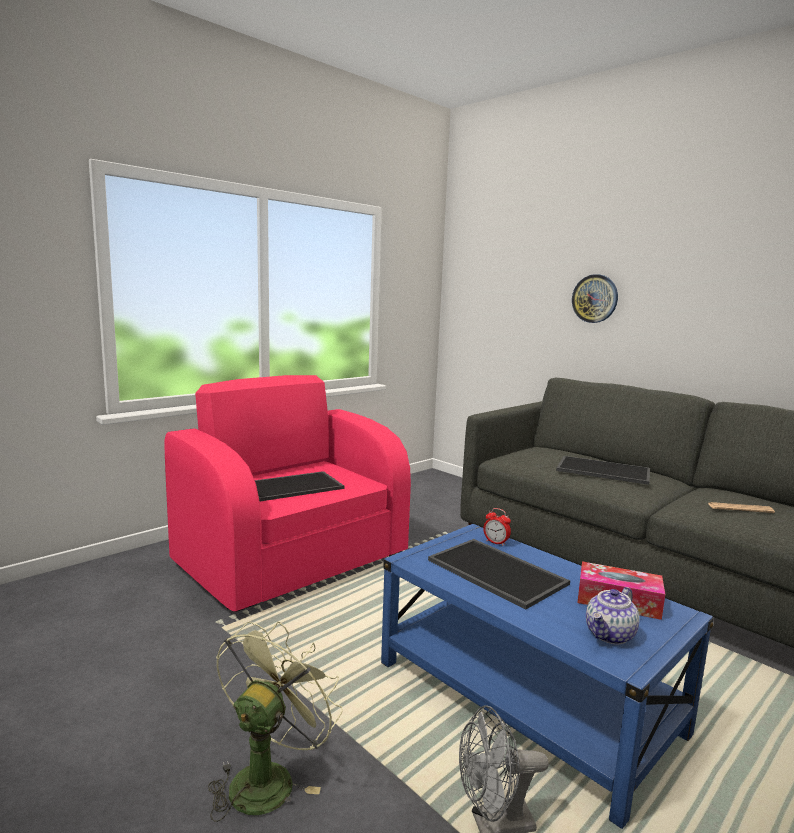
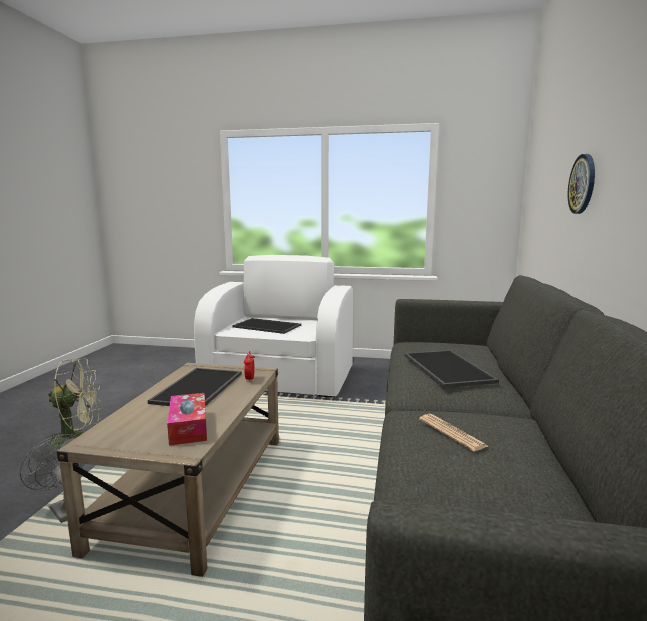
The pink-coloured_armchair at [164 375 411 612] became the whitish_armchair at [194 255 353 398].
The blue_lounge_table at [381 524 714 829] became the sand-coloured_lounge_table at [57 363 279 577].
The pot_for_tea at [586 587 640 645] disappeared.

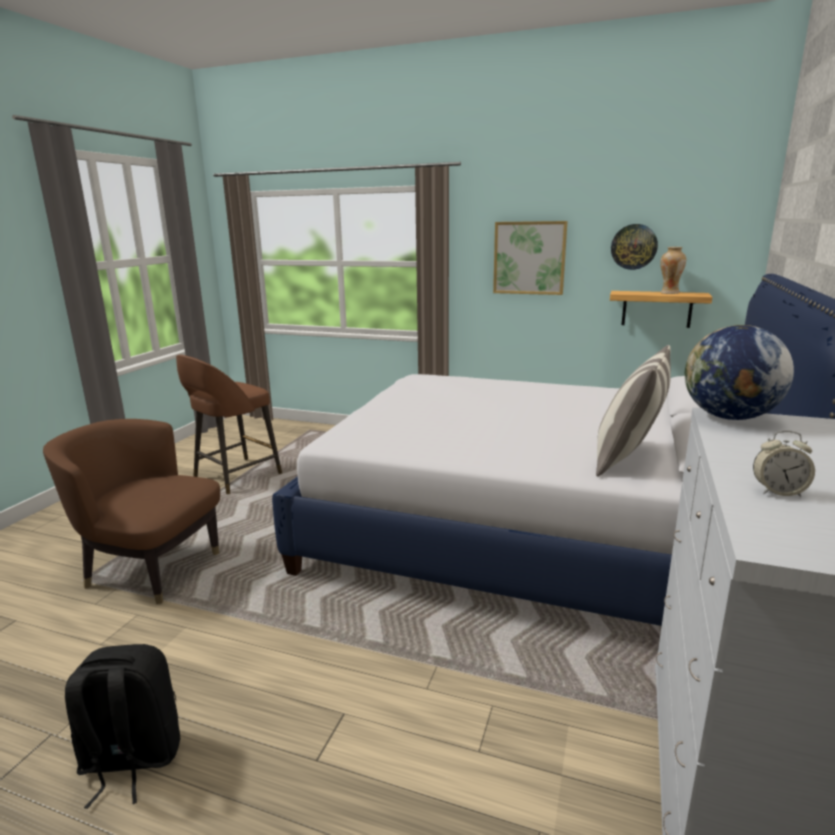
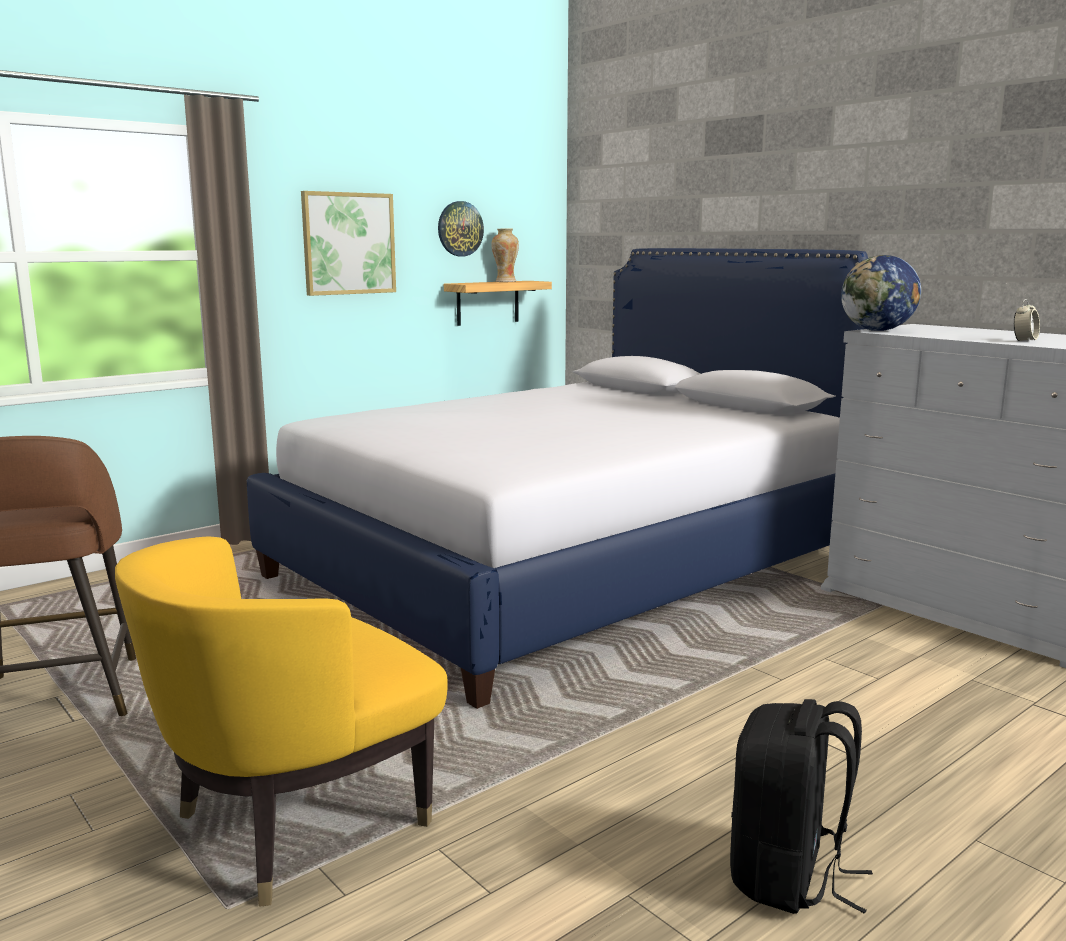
The pillow at [596 345 671 476] disappeared.
The brownish_armchair at [43 419 220 604] became the yellow_armchair at [115 536 448 907].

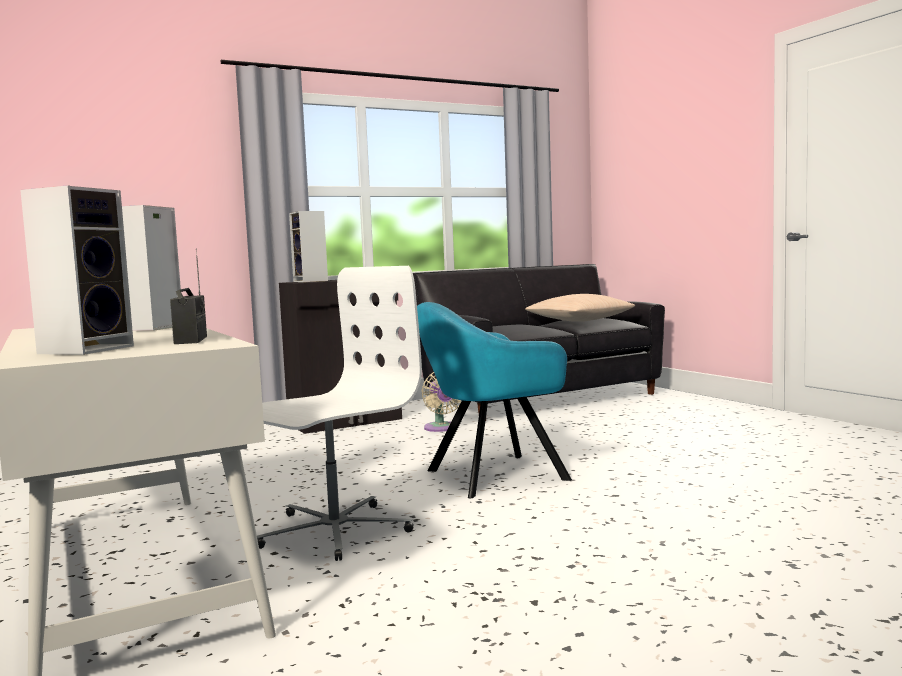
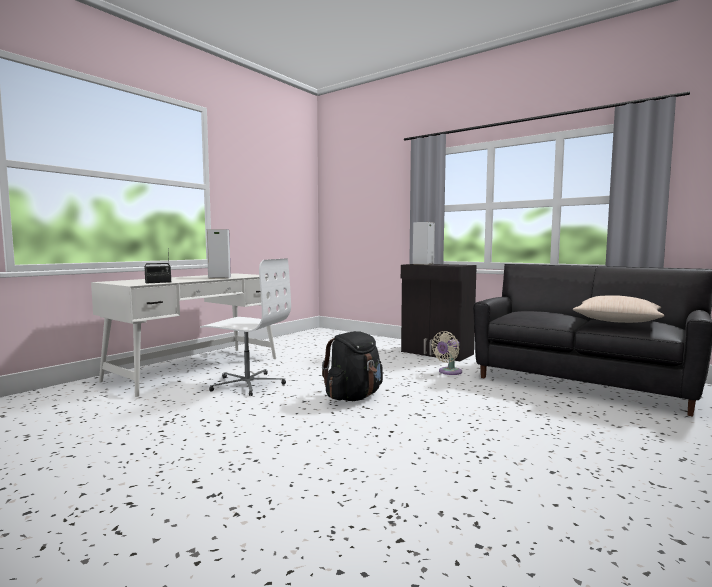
The loudspeaker at [20 185 134 355] disappeared.
The turquoise_armchair at [417 302 572 498] was replaced by the black_knapsack at [322 331 383 401].

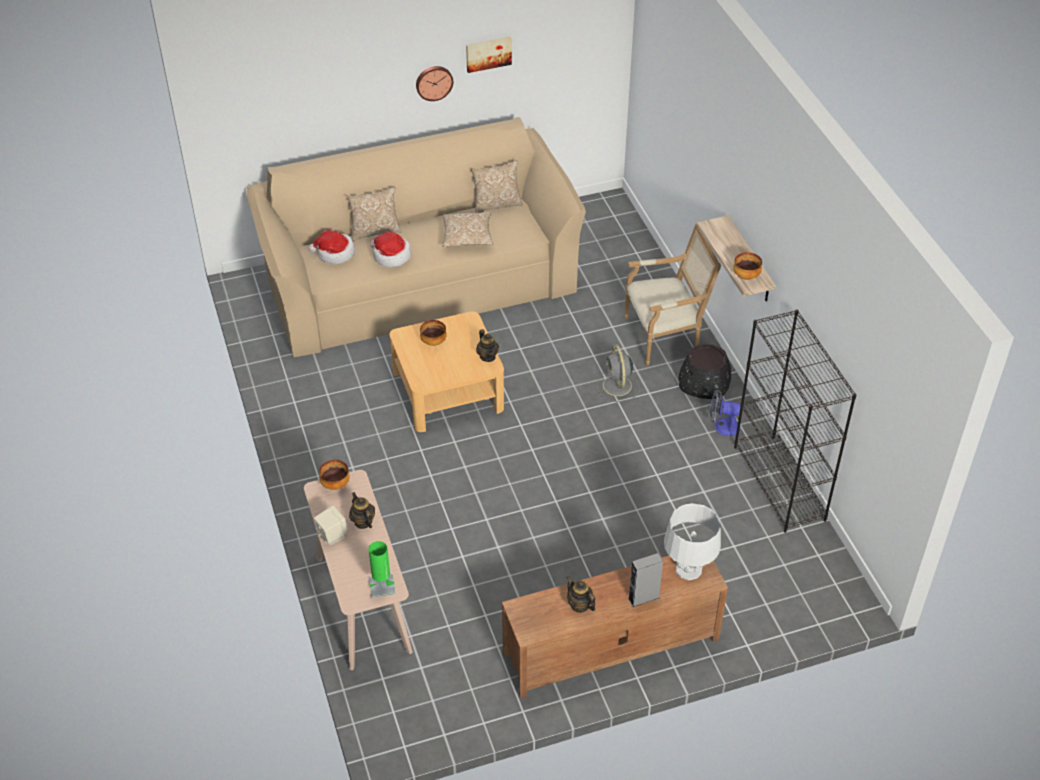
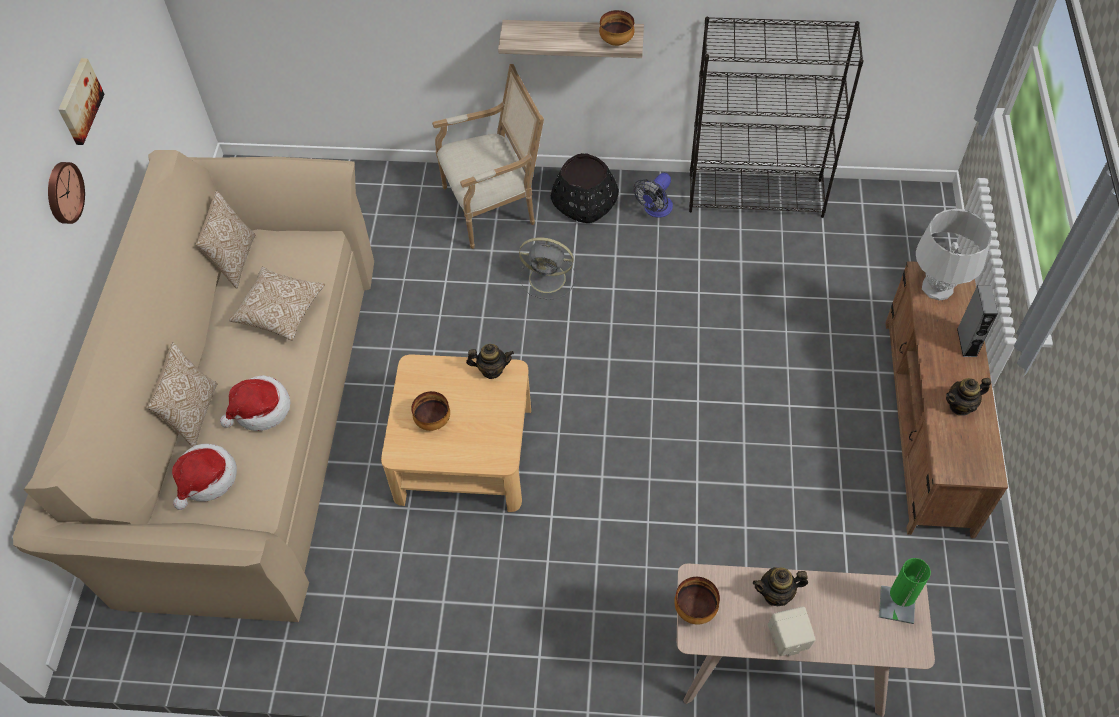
The armchair at [625 224 721 366] turned 60 degrees clockwise.

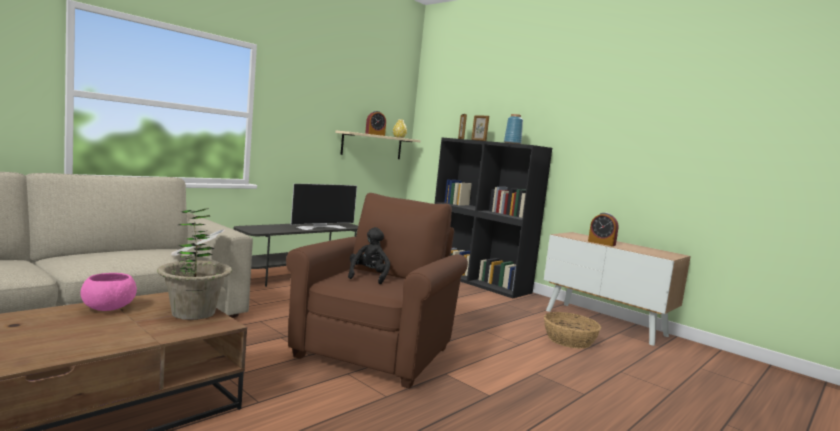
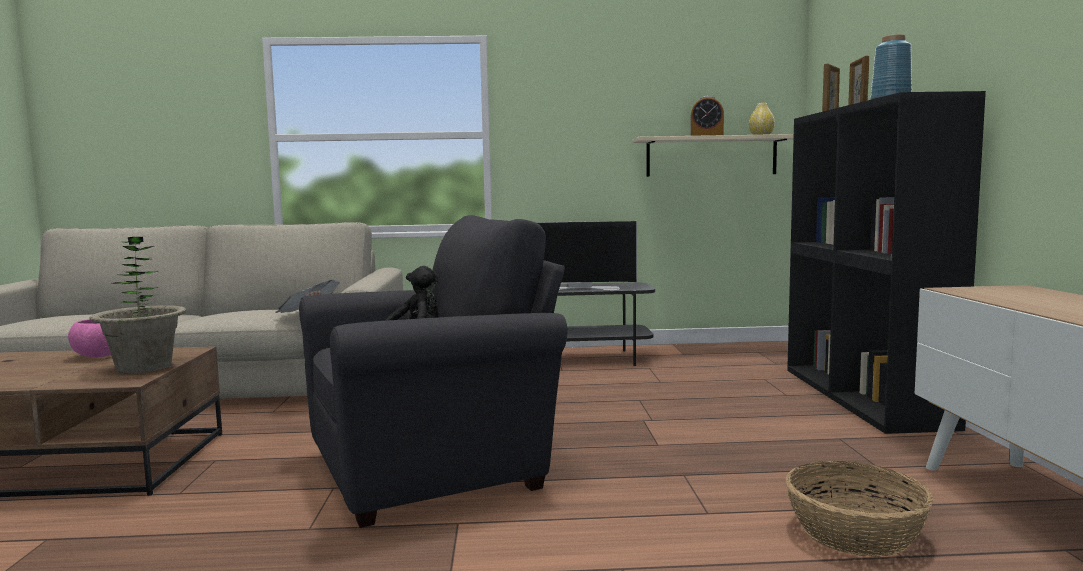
The brownish_armchair at [286 193 468 389] became the grey_armchair at [299 215 567 528].
The alarm_clock at [588 213 619 246] disappeared.

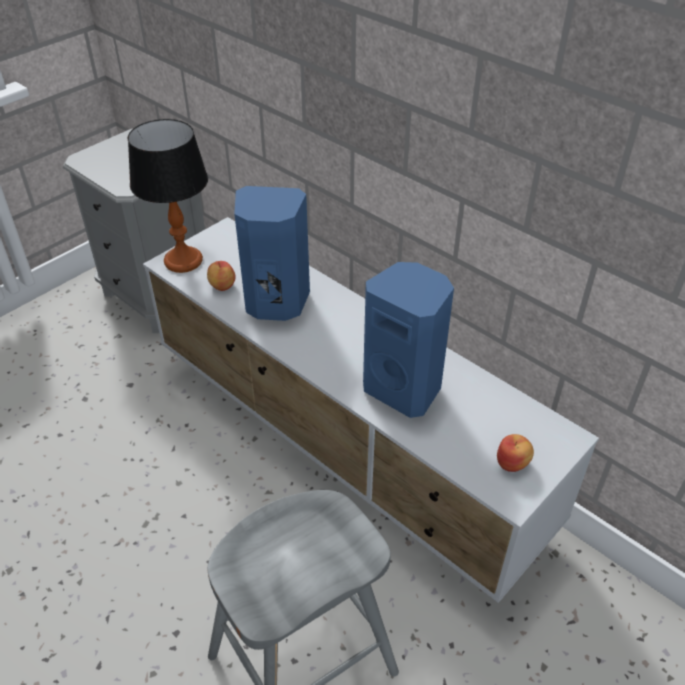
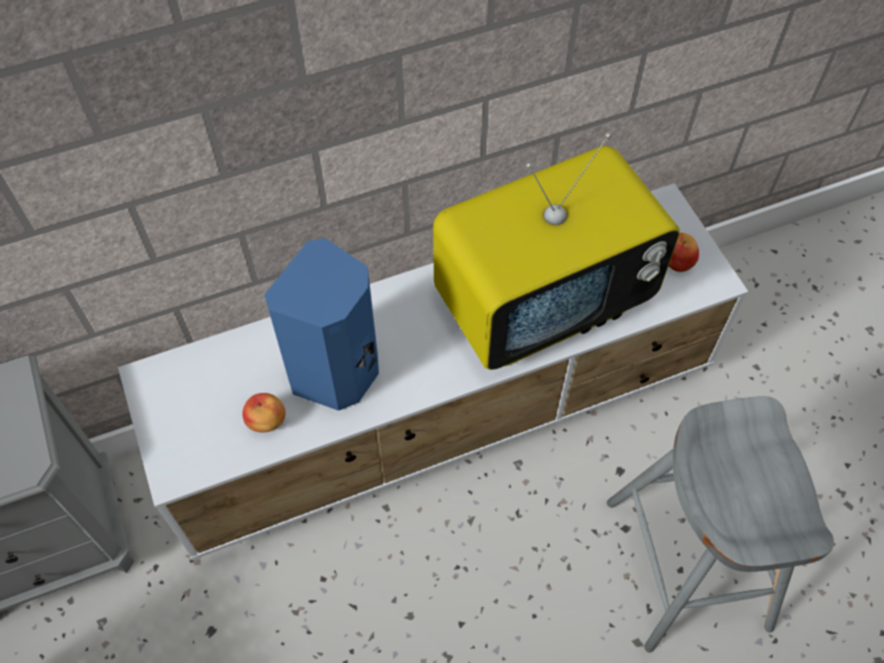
The table_lamp at [128 119 208 273] disappeared.
The blue_loudspeaker at [363 262 454 418] was replaced by the TV at [433 133 680 370].

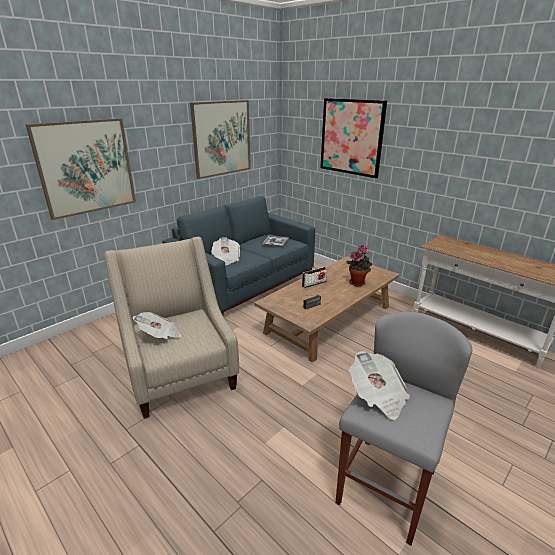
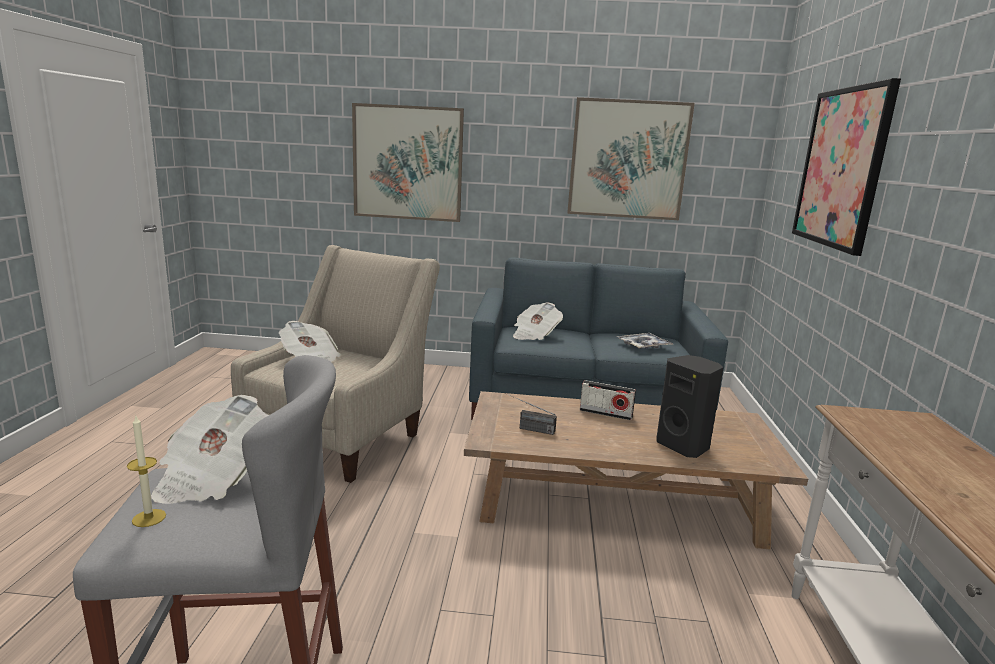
The plant_in_a_pot at [346 245 372 286] was replaced by the black_loudspeaker at [656 355 723 458].
The wax_light at [127 416 166 527] appeared.

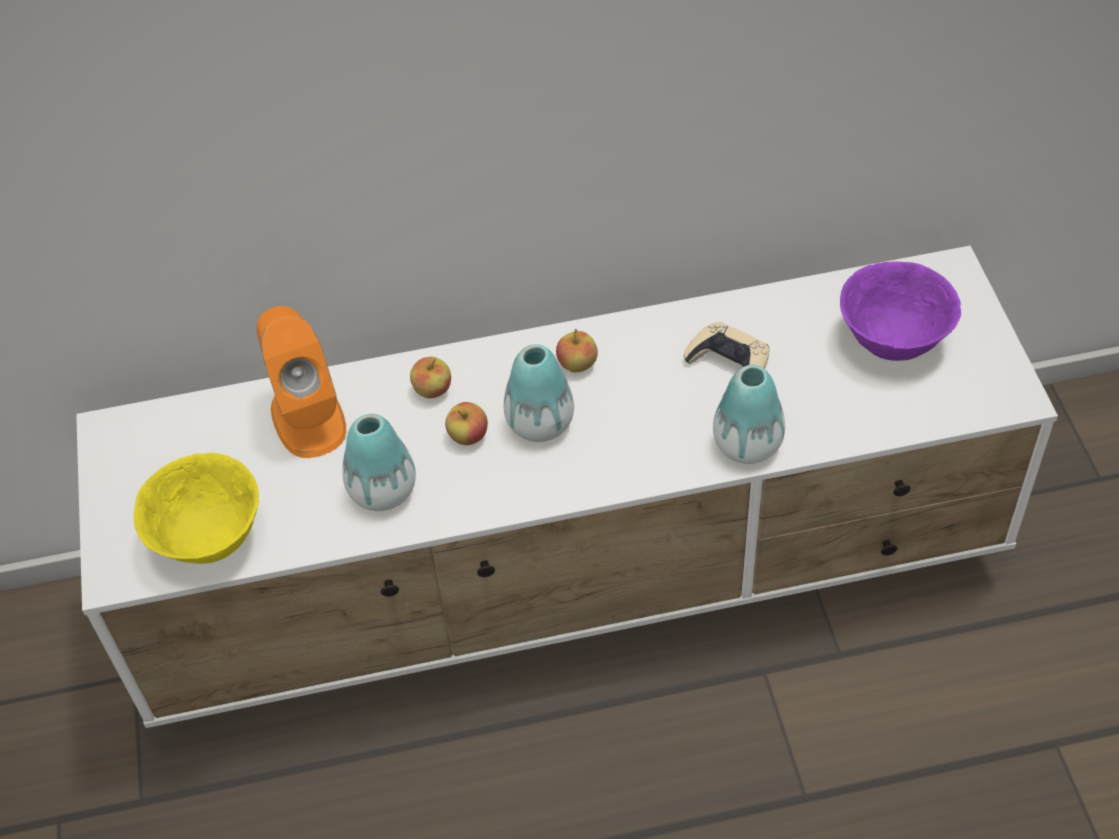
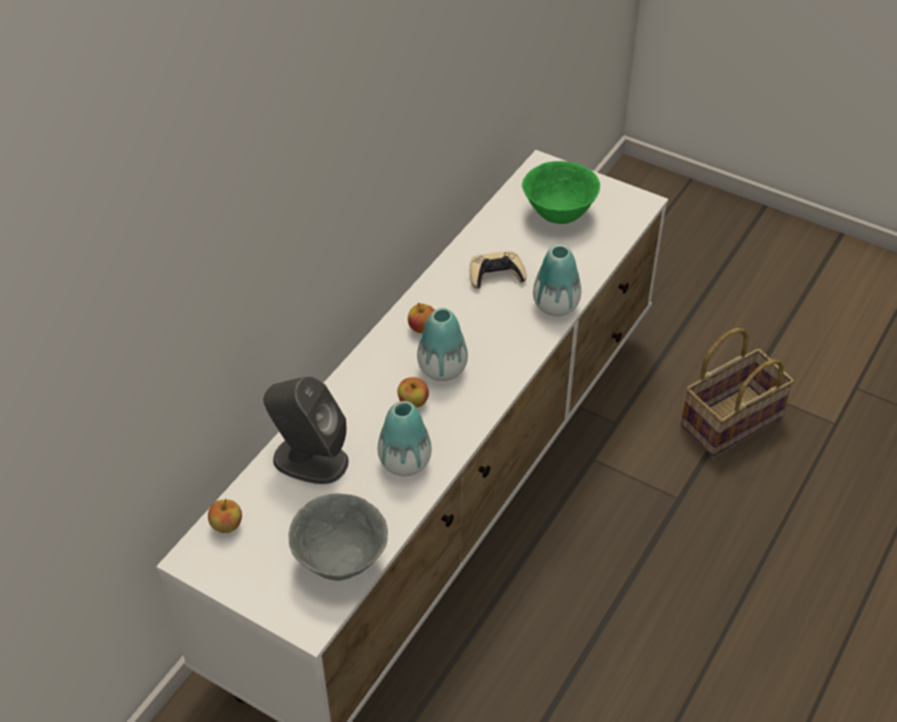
The purple_deep_dish at [840 261 961 361] became the green-coloured_deep_dish at [522 161 600 224].
The orange_loudspeaker at [257 306 346 458] became the grey_loudspeaker at [263 376 349 484].
The apple_fruit moved from [410 357 451 398] to [208 499 242 533].
The yellow_deep_dish at [133 453 259 564] became the grey_deep_dish at [289 494 388 581].
The storage_basket at [681 328 794 456] appeared.

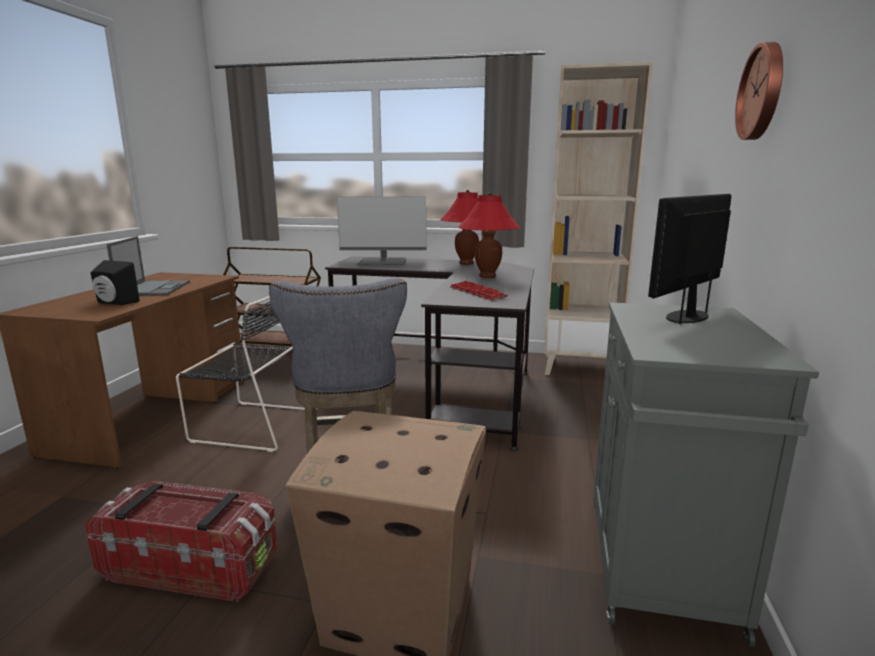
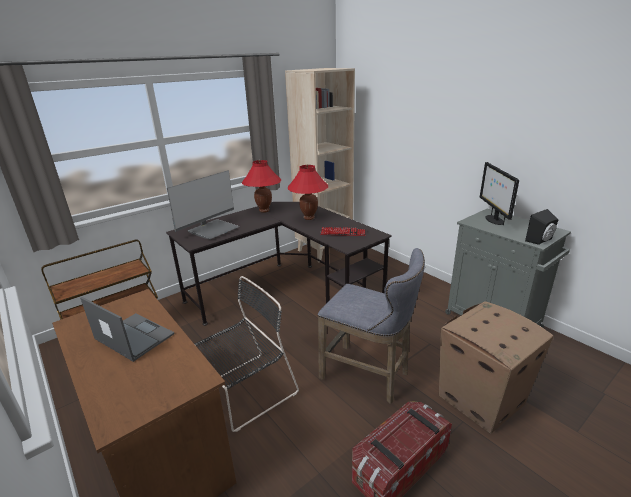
The clock_on_the_wall at [735 42 783 140] disappeared.
The black_loudspeaker moved from [90 260 140 305] to [525 209 558 245].

